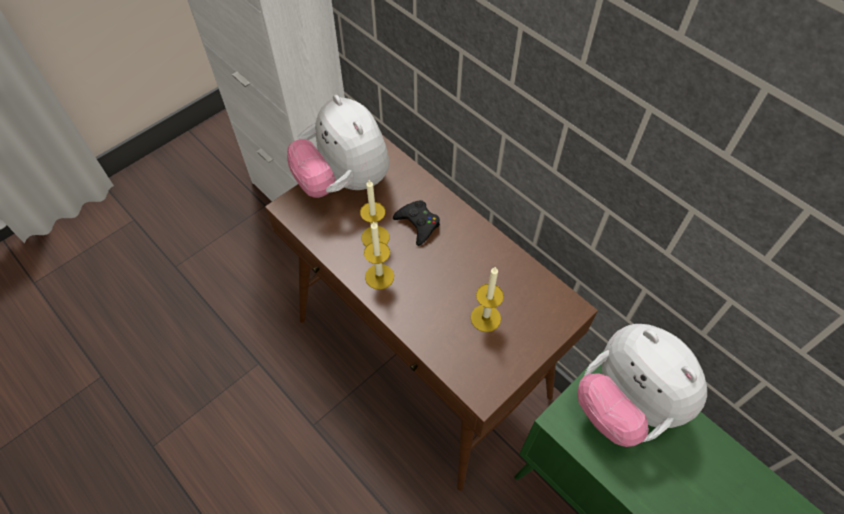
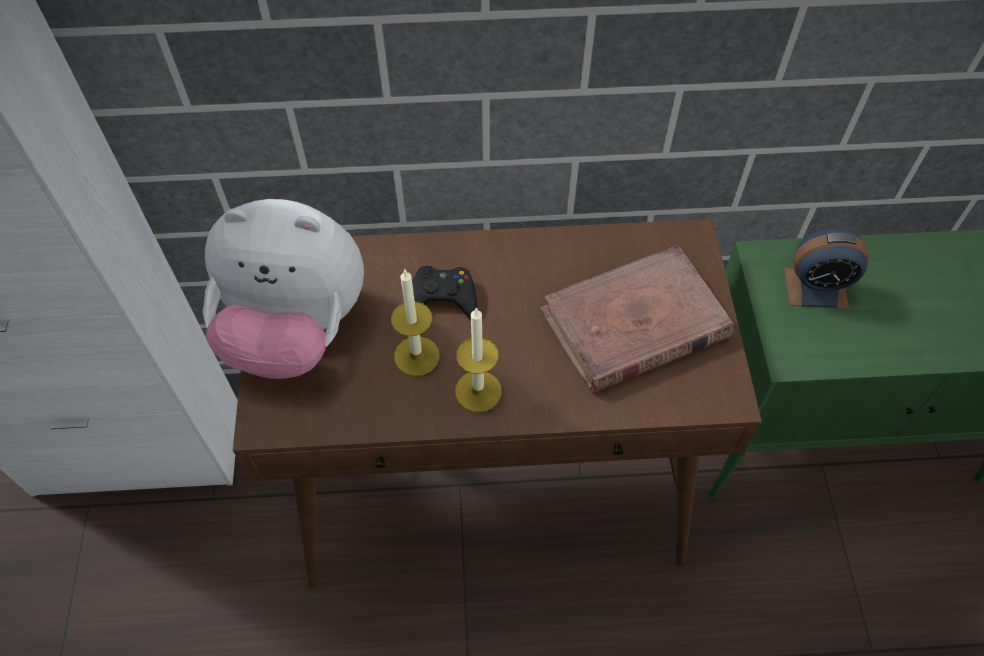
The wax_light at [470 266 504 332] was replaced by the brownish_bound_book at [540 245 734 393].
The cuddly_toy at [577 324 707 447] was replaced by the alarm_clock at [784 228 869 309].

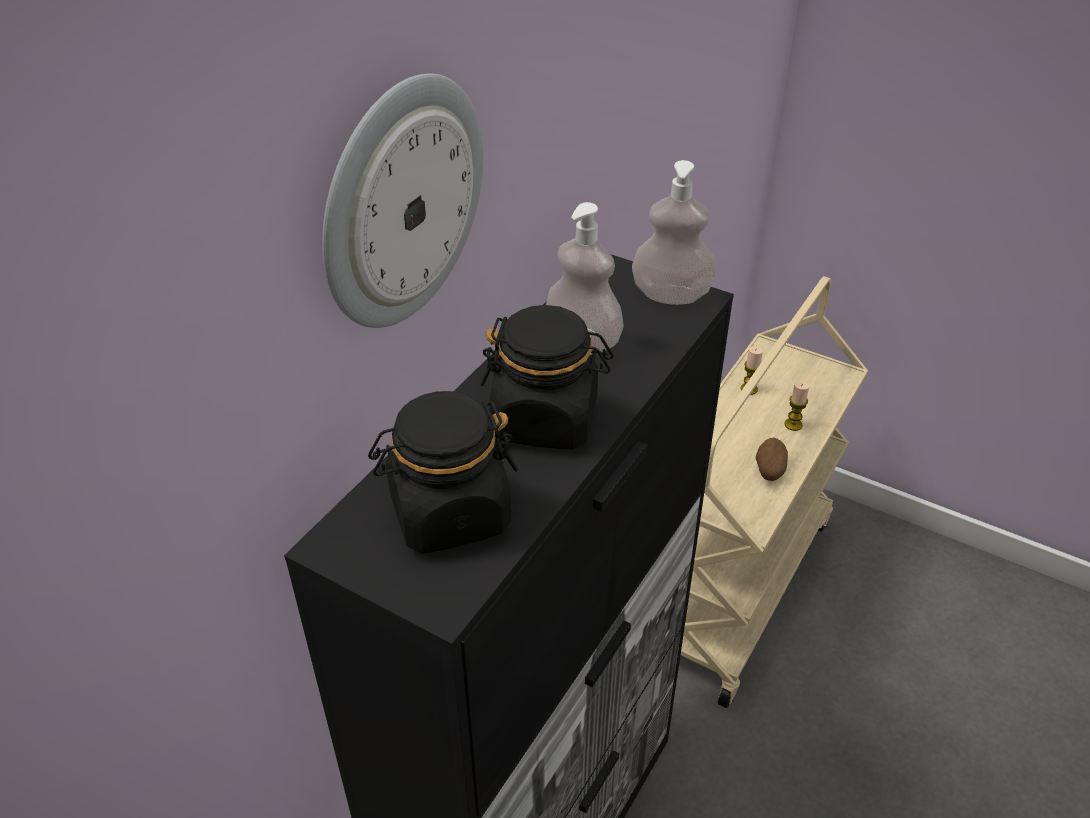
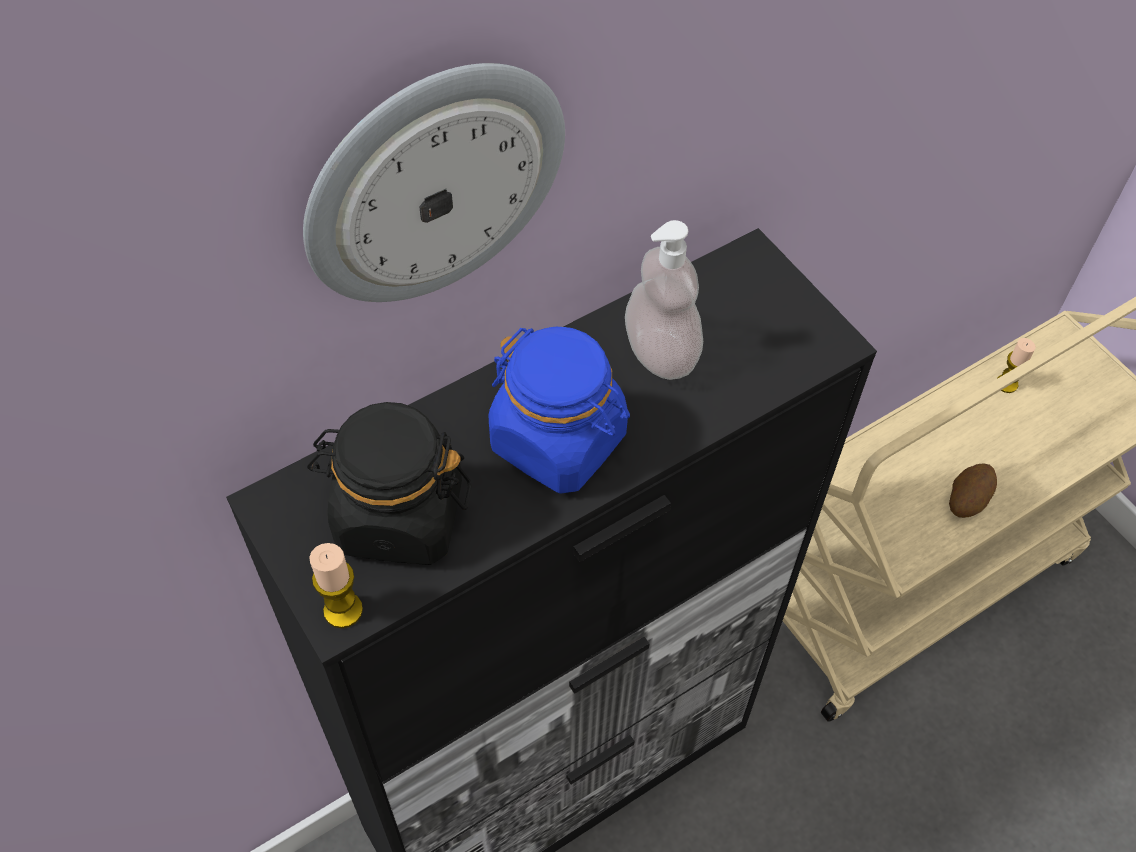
The soap_bottle at [632 160 716 305] disappeared.
The black_preserve_jar at [480 305 613 450] became the blue_preserve_jar at [488 327 630 494].
The wax_light moved from [785 381 810 431] to [309 543 363 628].

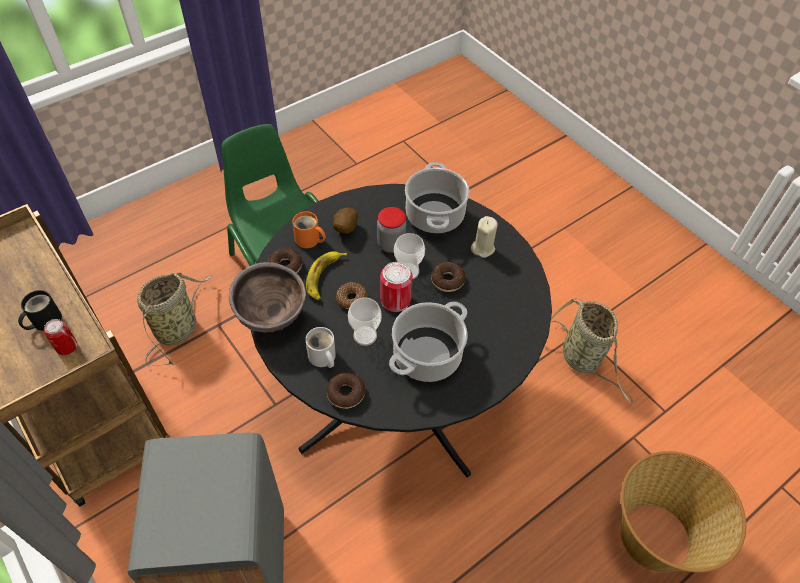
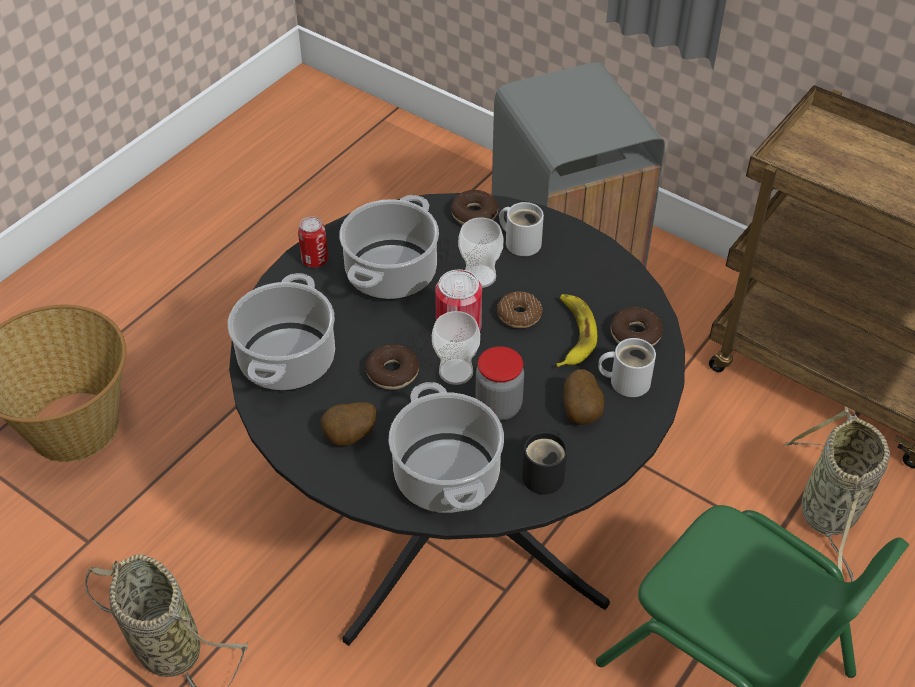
The orange_coffee_mug at [292 211 326 248] became the whitish_coffee_mug at [598 338 656 397].
The sand-coloured_wax_light at [471 216 498 258] was replaced by the spud at [321 402 376 446].
The brownish_deep_dish at [229 262 306 333] disappeared.
The black_coffee_mug moved from [18 290 62 331] to [522 430 568 495].
The sealed_can moved from [44 319 77 355] to [298 217 328 268].
The cooking_pot at [228 273 335 391] appeared.

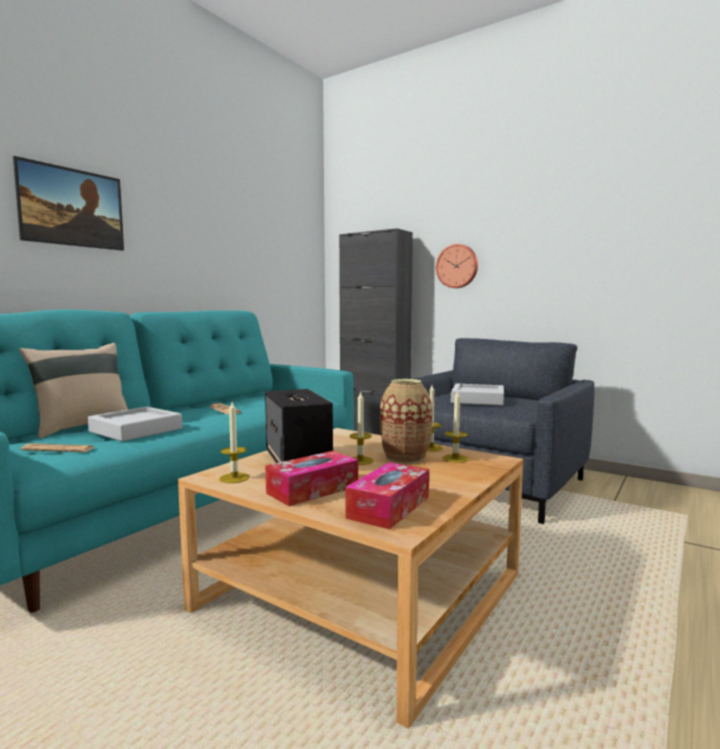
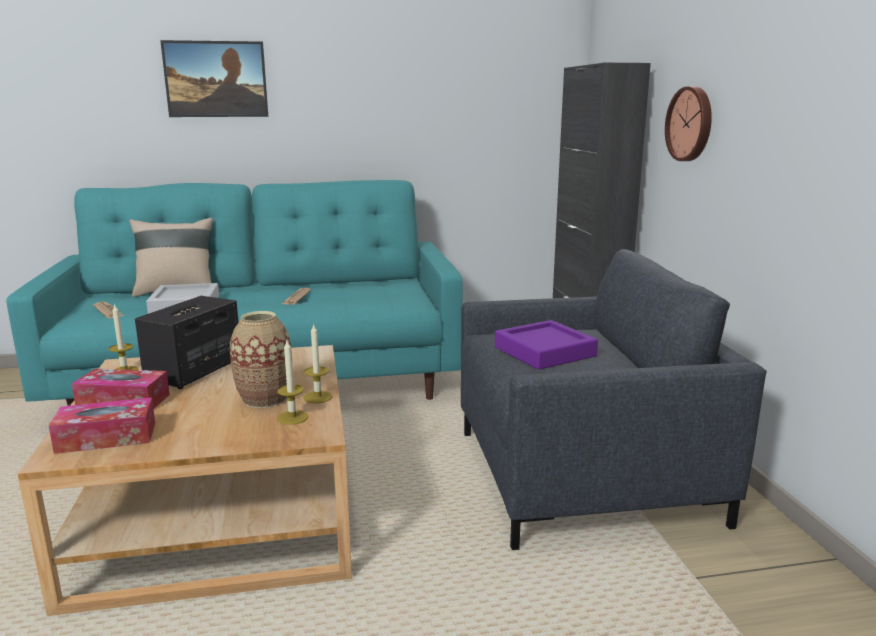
The grey_carrying_tray at [451 384 504 406] became the purple_carrying_tray at [495 320 598 370].
The wax_light at [349 391 374 465] disappeared.

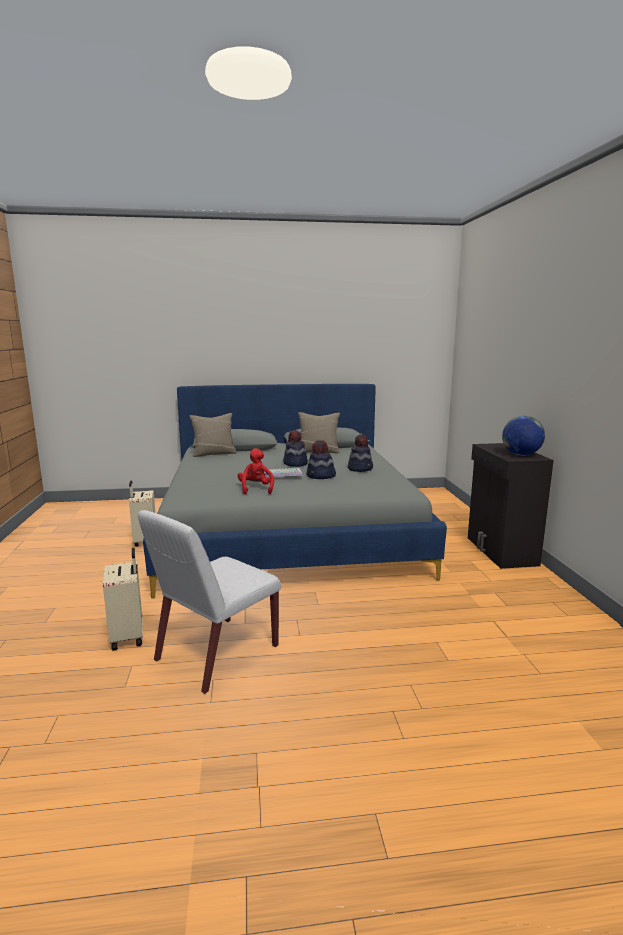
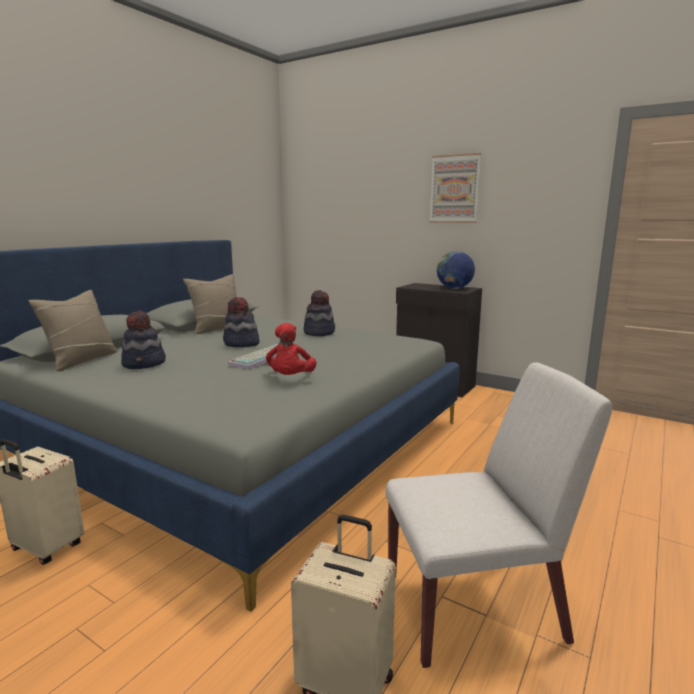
The wearable_hat moved from [307 440 336 479] to [121 311 166 369].
The reddish_cuddly_toy at [237 448 274 494] turned 120 degrees counterclockwise.
The whitish_plain_chair at [138 510 281 694] turned 90 degrees counterclockwise.
The picture at [429 153 481 223] appeared.

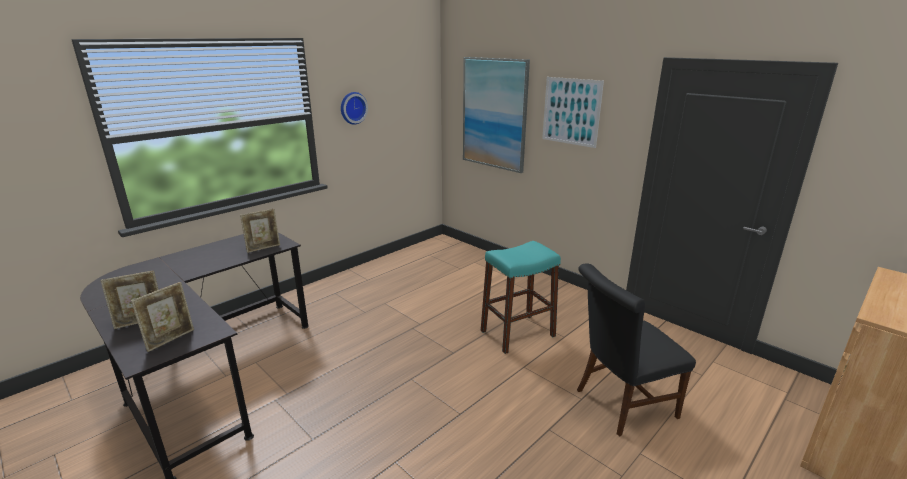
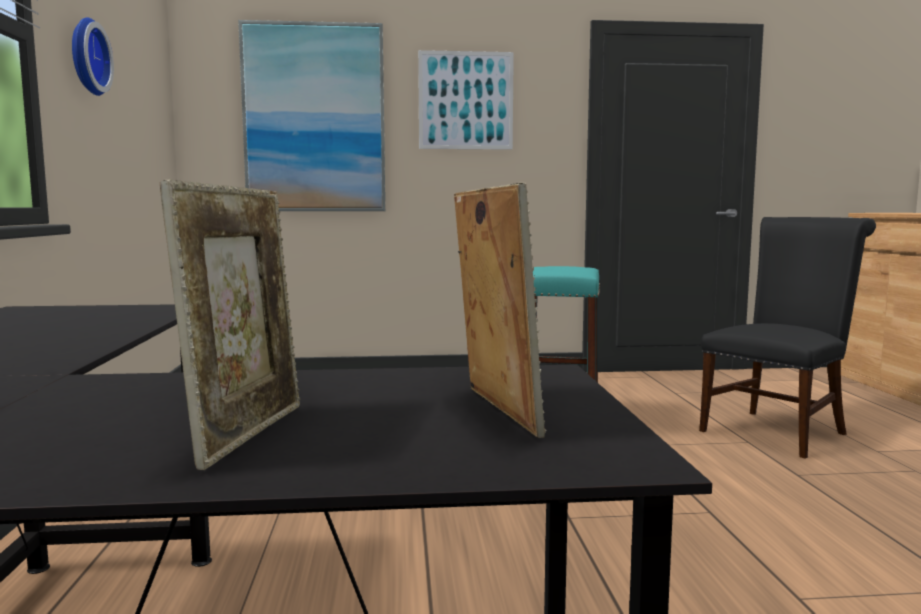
The standing_frame at [240 209 280 253] disappeared.
The black_plain_chair at [577 263 696 436] turned 150 degrees counterclockwise.

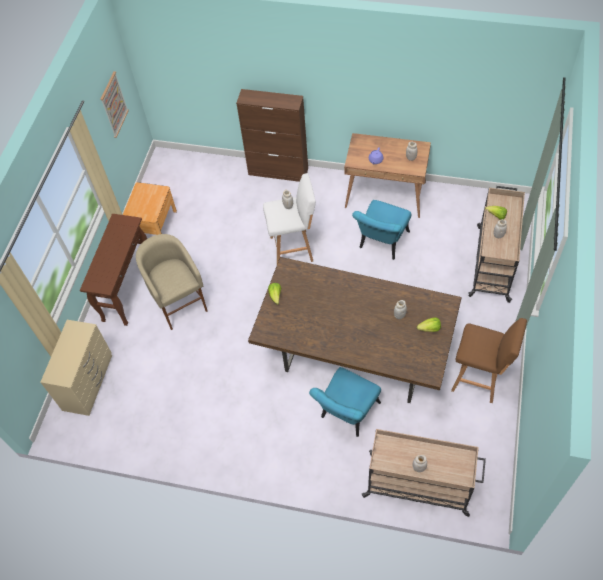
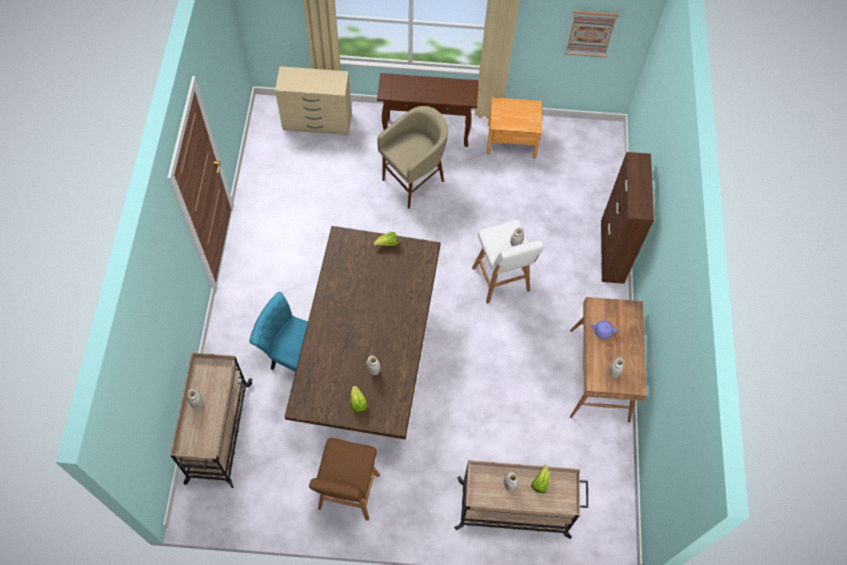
The turquoise_plain_chair at [352 200 411 260] disappeared.

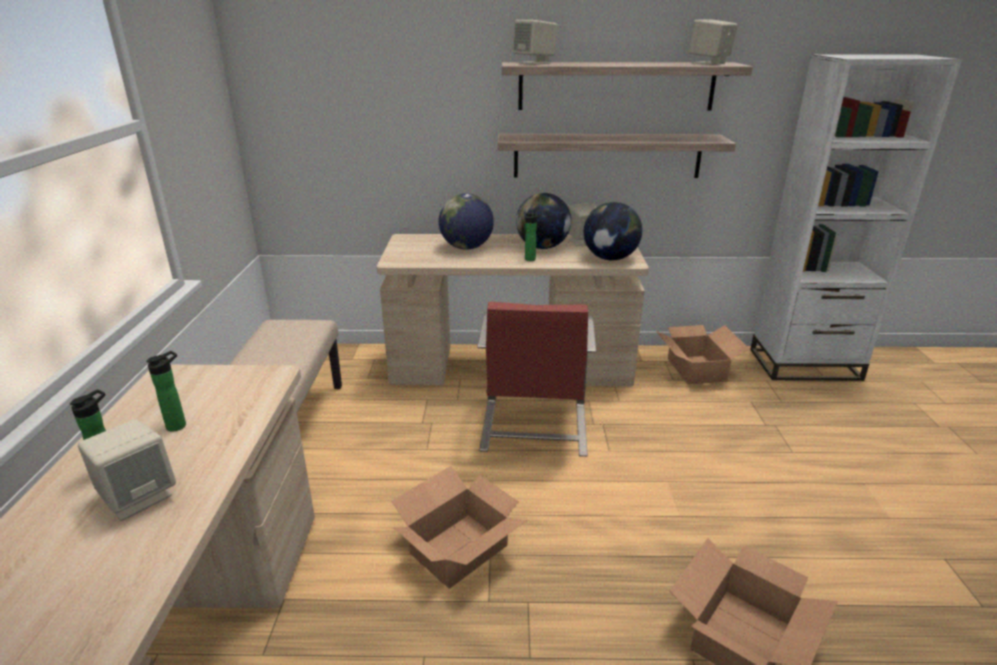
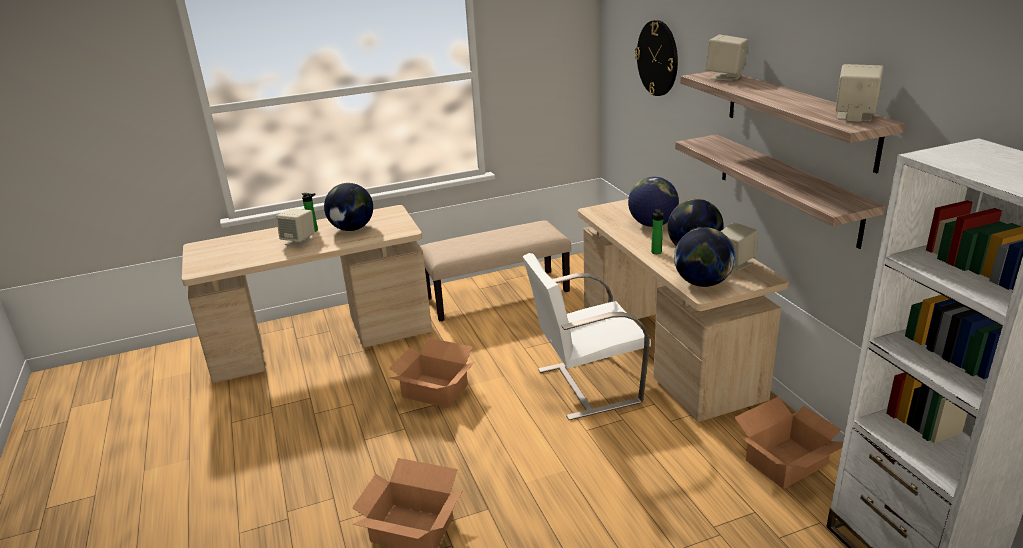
The reddish_plain_chair at [477 302 596 457] became the whitish_plain_chair at [522 253 651 420].
The beverage_bottle at [146 351 186 432] was replaced by the globe at [324 183 373 231].
The clock_on_the_wall at [635 20 678 96] appeared.

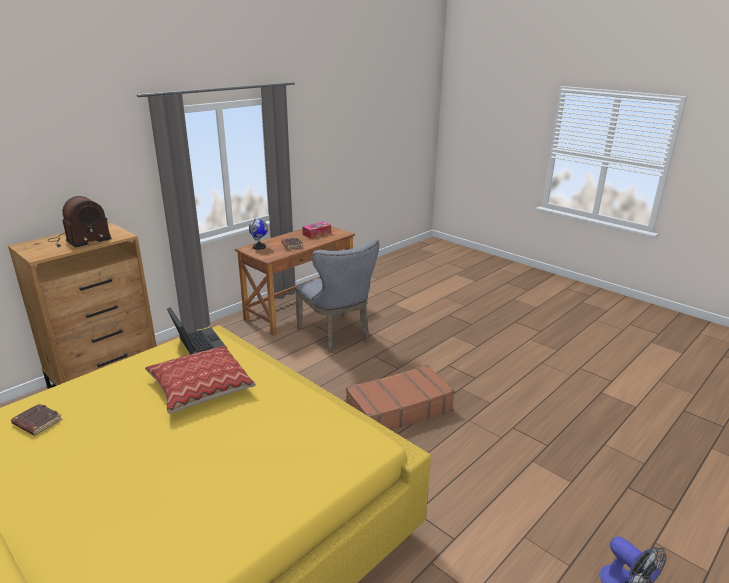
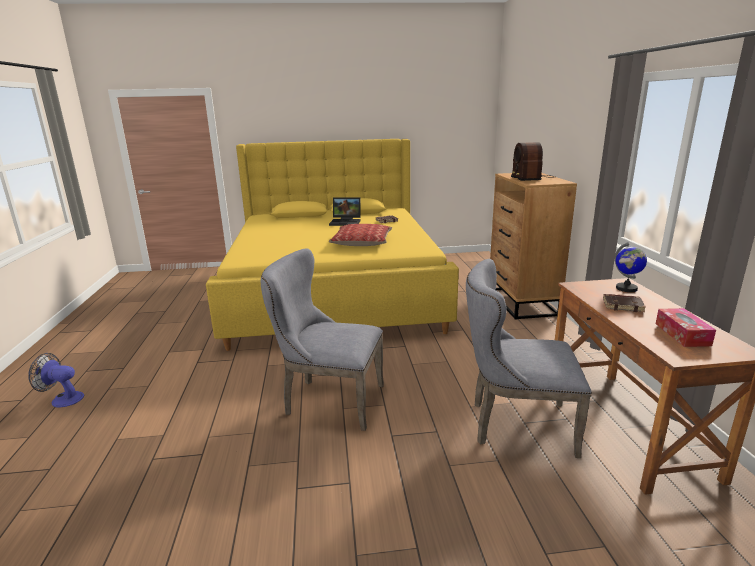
The laptop moved from [167 307 225 354] to [329 197 361 226].
The brownish_suitcase at [346 365 455 430] was replaced by the grey_plain_chair at [261 249 384 431].

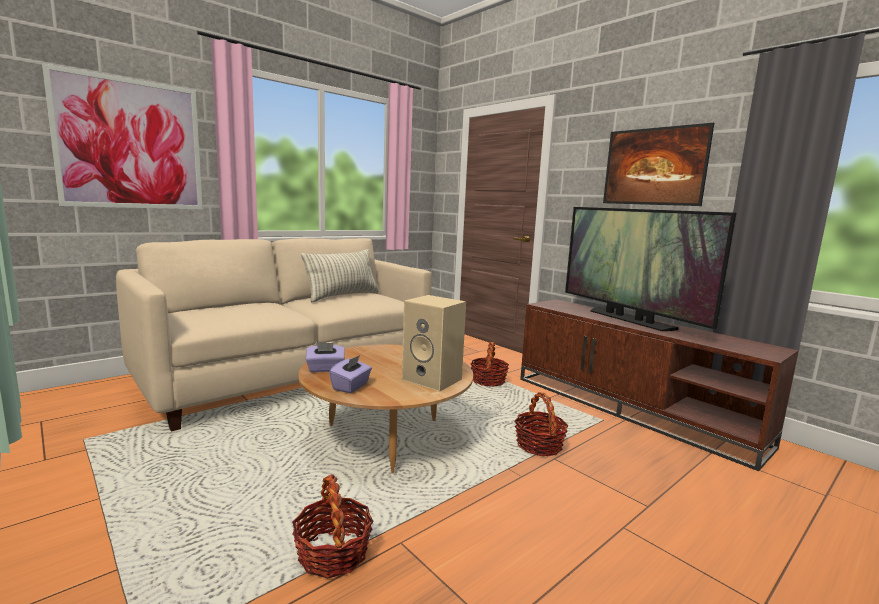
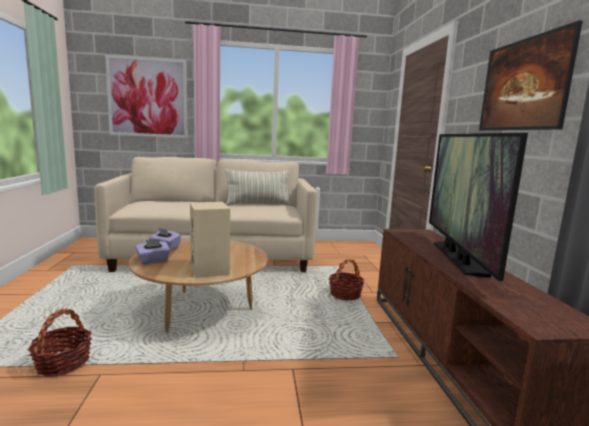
The storage_basket at [515 392 568 456] disappeared.

